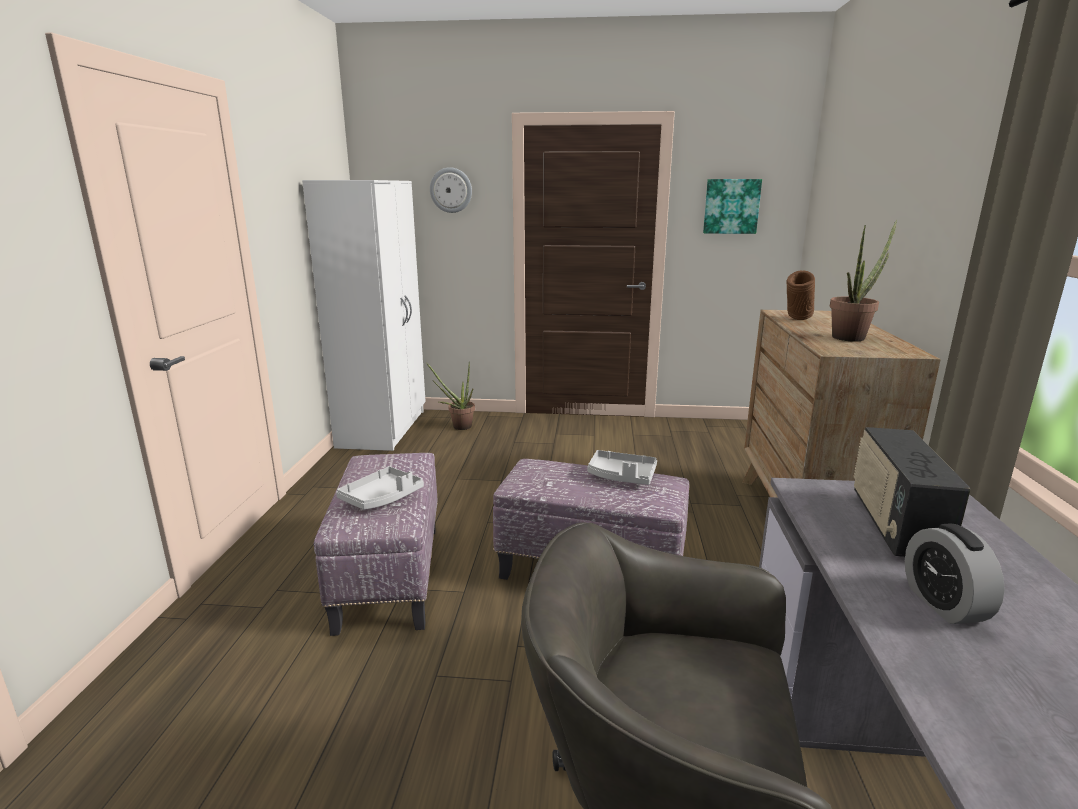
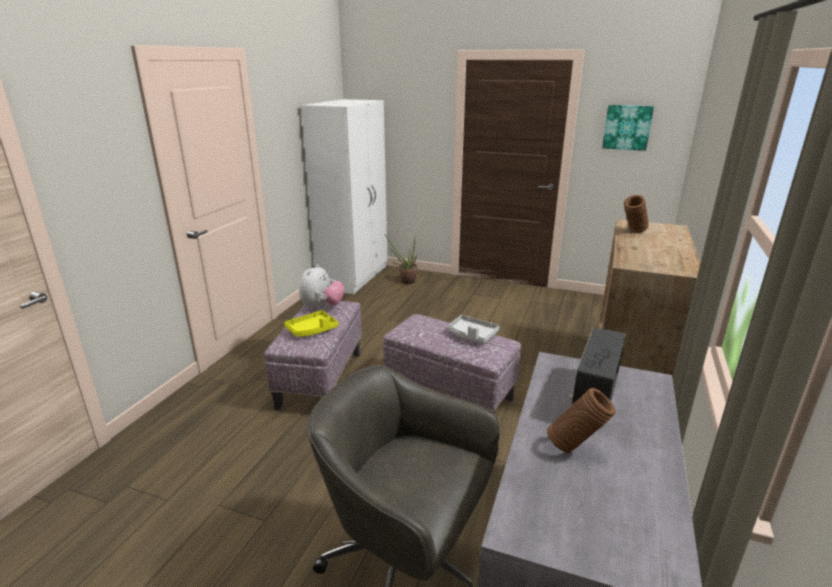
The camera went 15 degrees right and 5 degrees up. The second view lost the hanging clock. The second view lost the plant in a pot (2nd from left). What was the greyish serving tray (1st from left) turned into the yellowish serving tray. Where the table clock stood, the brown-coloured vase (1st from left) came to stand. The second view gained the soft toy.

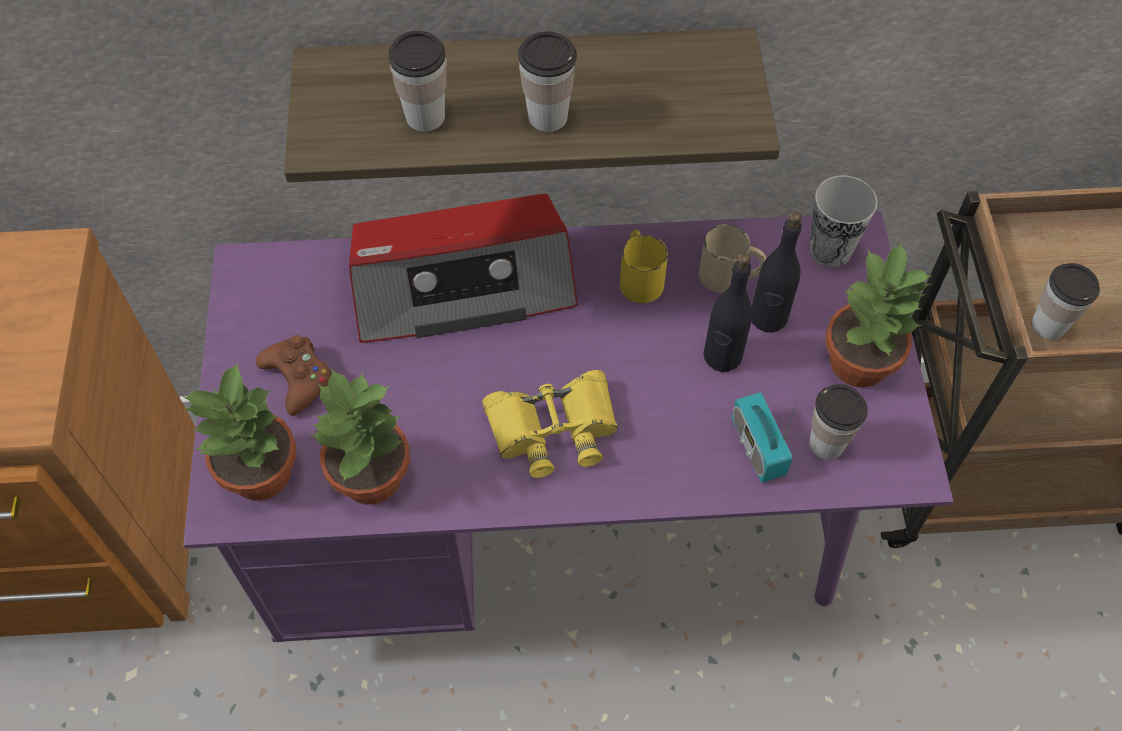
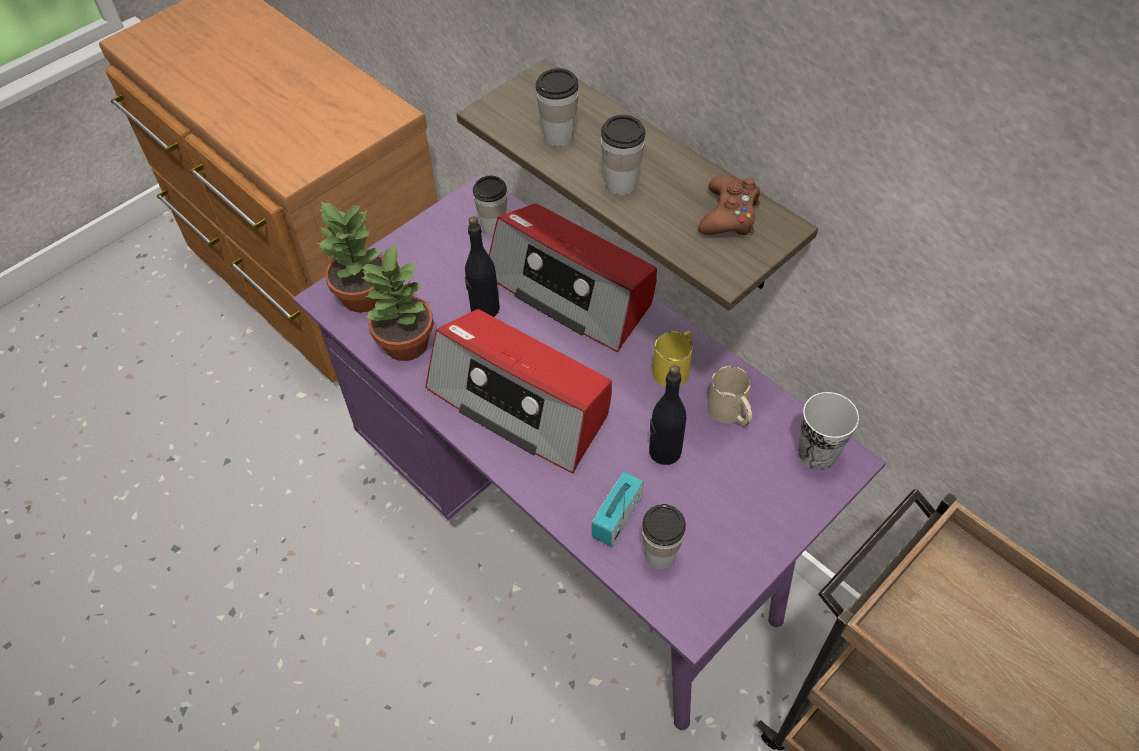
The camera went 50 degrees right and 5 degrees down. The blackish drink bottle (2nd from left in the first image) ended up elsewhere. The second view lost the plant in a pot (3rd from left). The cup (5th from left in the first image) ended up elsewhere. The brown-coloured game controller ended up elsewhere. Where the yellowish pair of binoculars stood, the radio set (1st from left) came to stand.

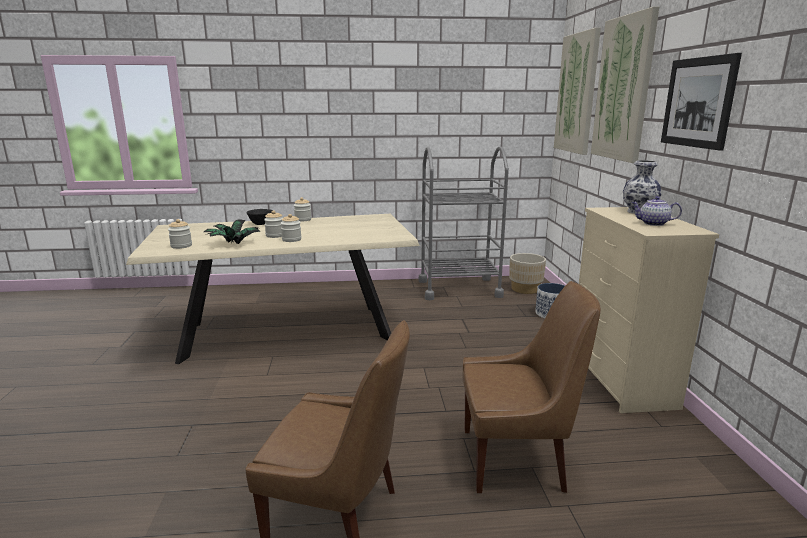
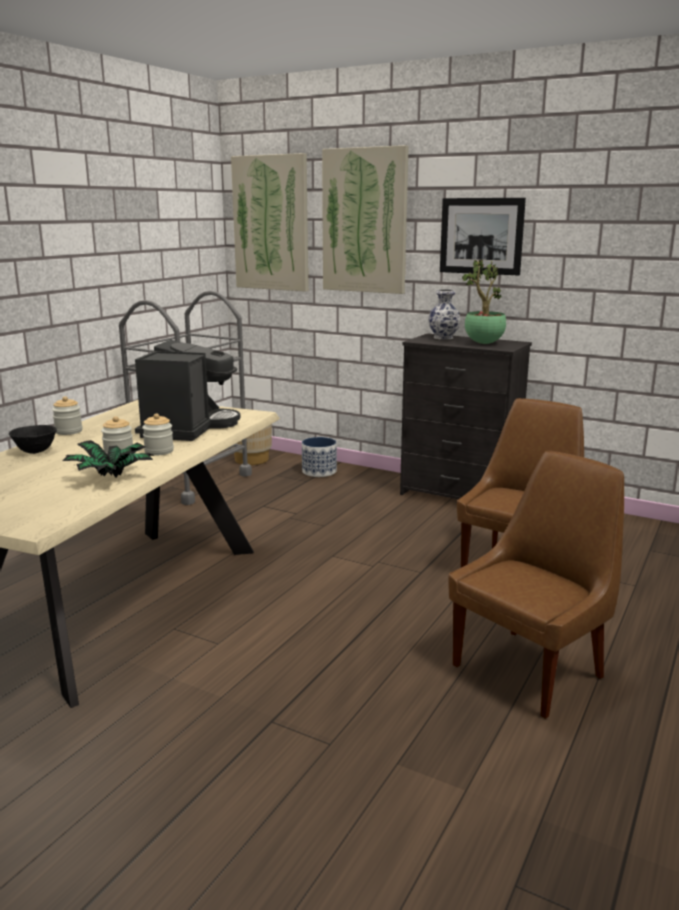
The camera went 55 degrees left and 0 degrees up. Where the teapot stood, the plant in a pot (2nd from left) came to stand. What was the sand-coloured dresser turned into the blackish dresser. The second view lost the storage jar (1st from left). The second view gained the coffee brewer.

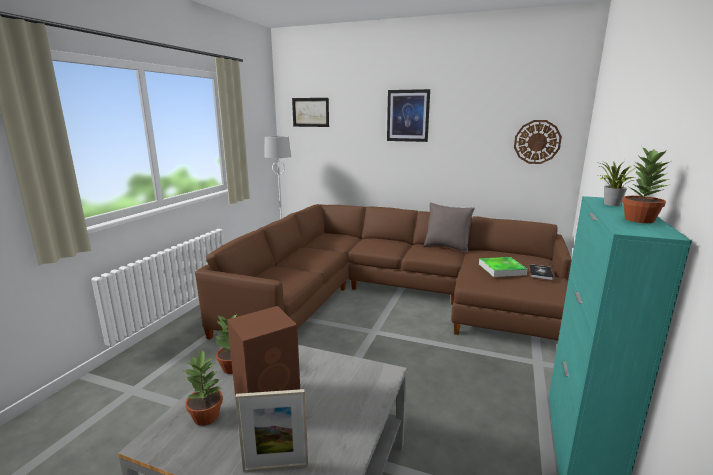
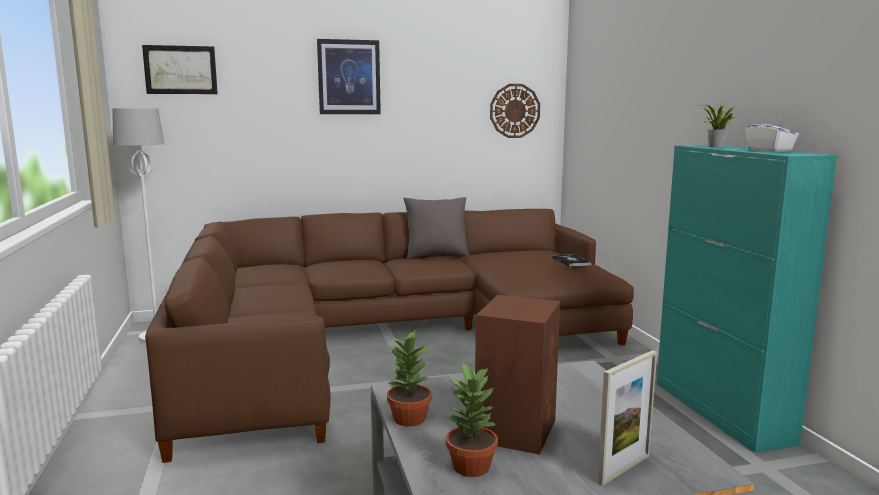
The camera went 35 degrees left and 5 degrees down. Where the plant in a pot (4th from left) stood, the white-coloured box of tissues came to stand. The second view lost the serving tray.

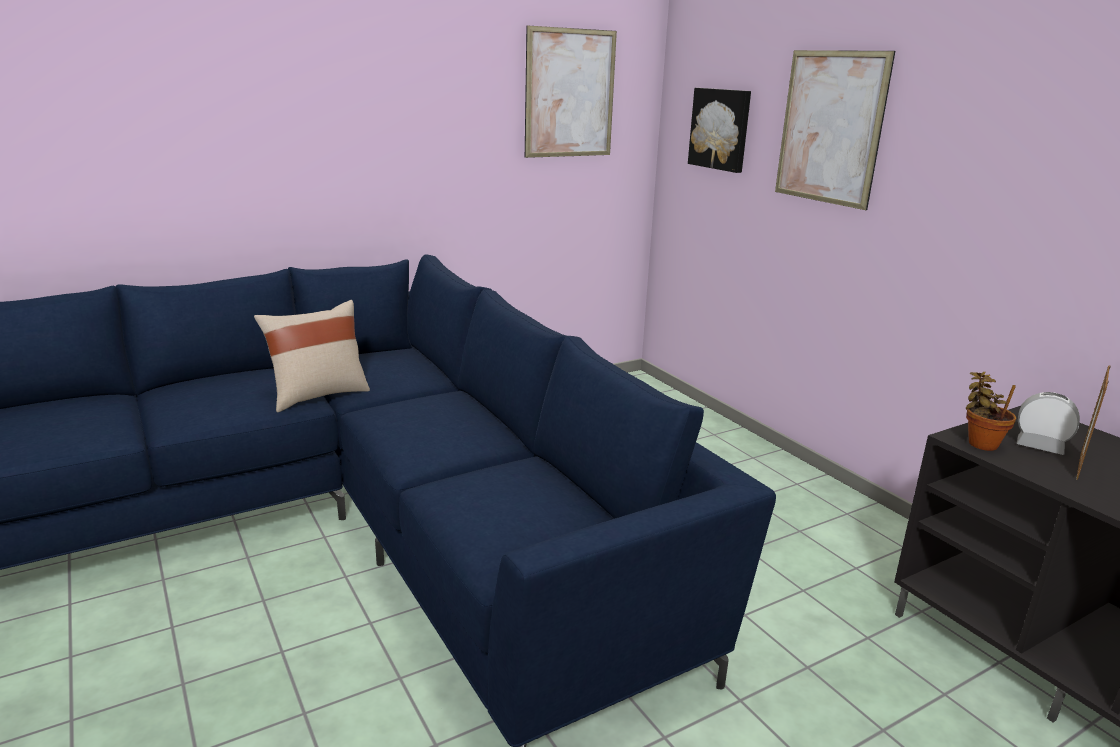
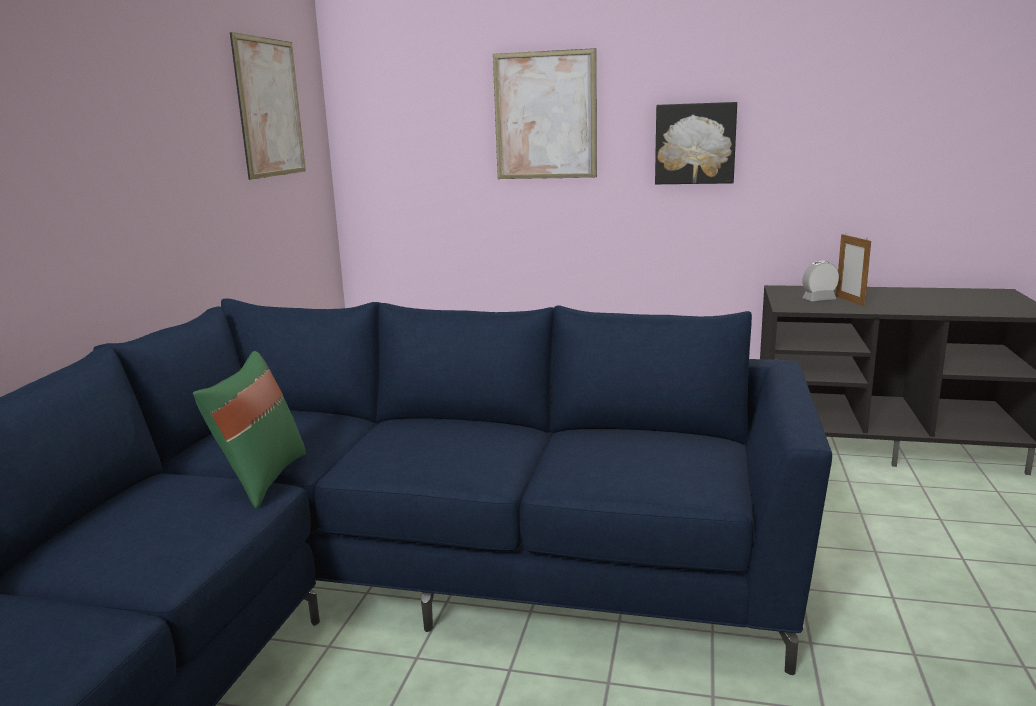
The camera went 45 degrees left and 5 degrees down. The picture (2nd from left in the first image) ended up elsewhere. What was the sand-coloured pillow turned into the greenish pillow. The second view lost the plant in a pot.

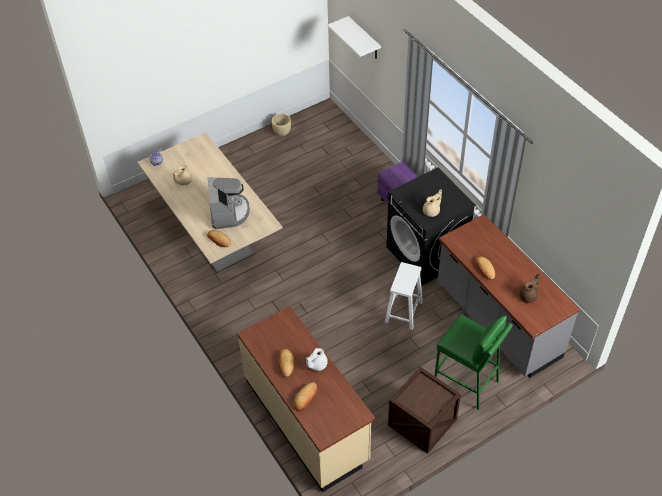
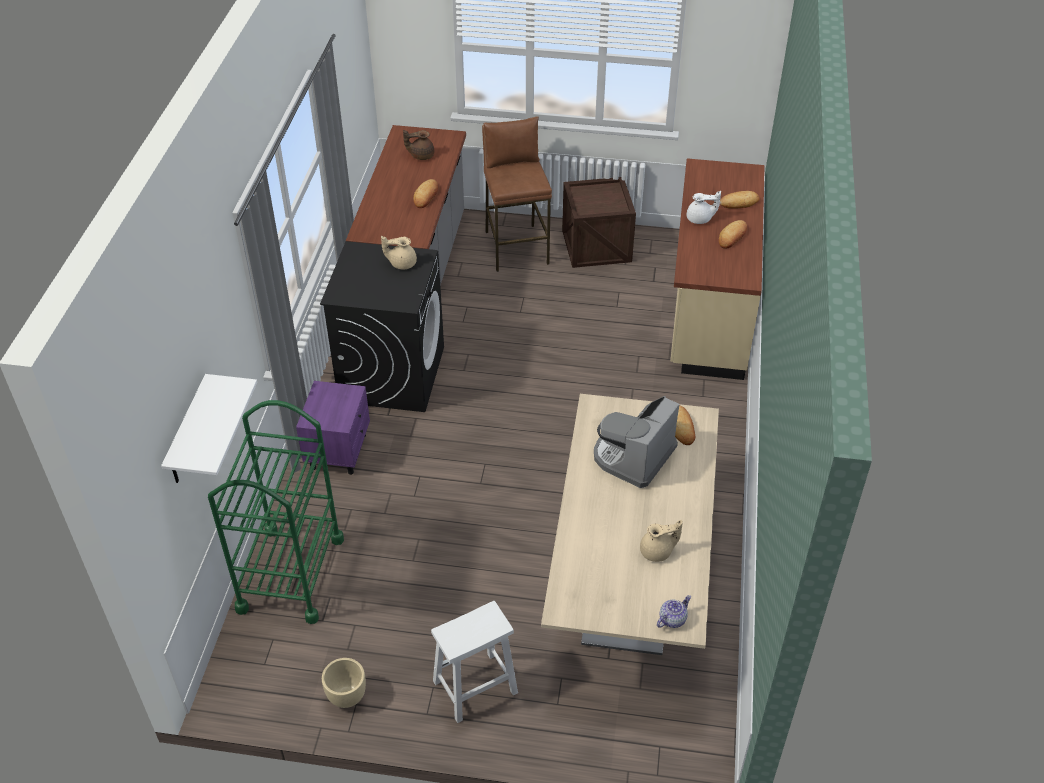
The camera went 140 degrees left and 5 degrees down. The white-coloured stool ended up elsewhere. What was the greenish stool turned into the brown-coloured stool. The second view gained the greenish cart.

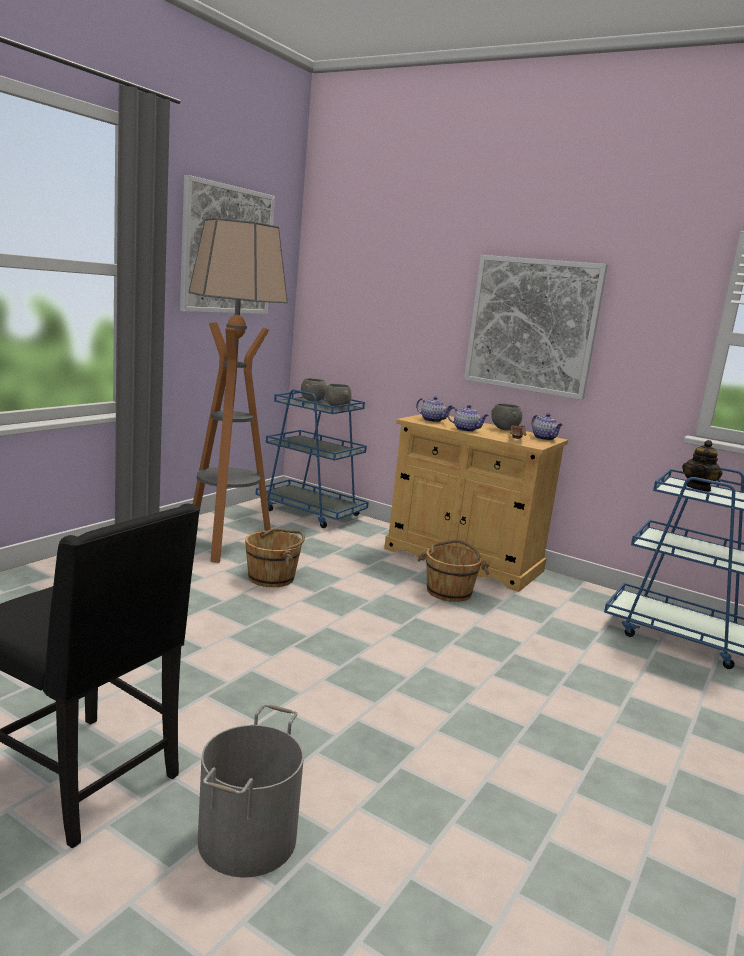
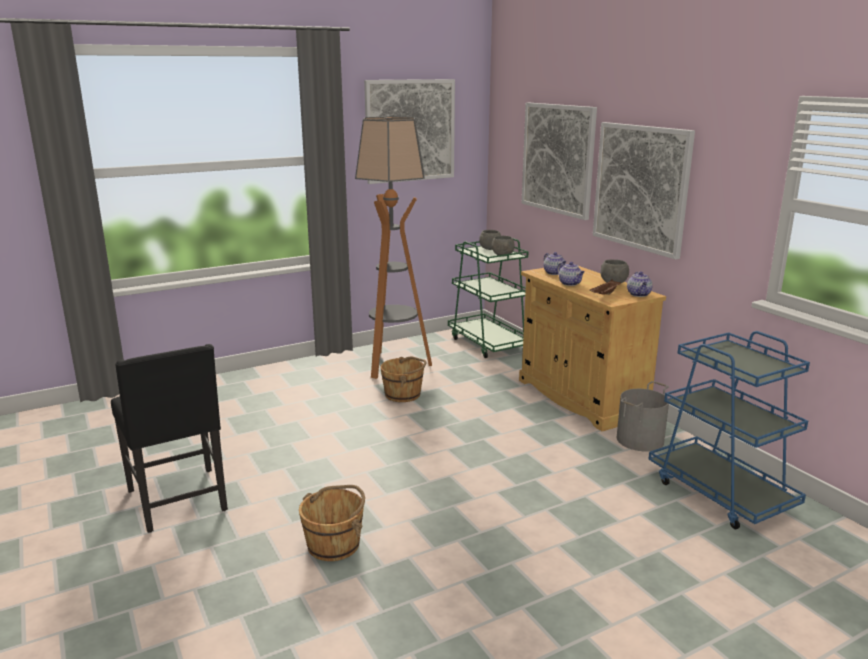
The camera went 30 degrees right and 5 degrees up. What was the blue-coloured cart (1st from left) turned into the greenish cart. The second view lost the teapot (4th from left). The brown-coloured bucket (2nd from left in the first image) ended up elsewhere. The greyish bucket ended up elsewhere. The second view gained the picture (2nd from left).

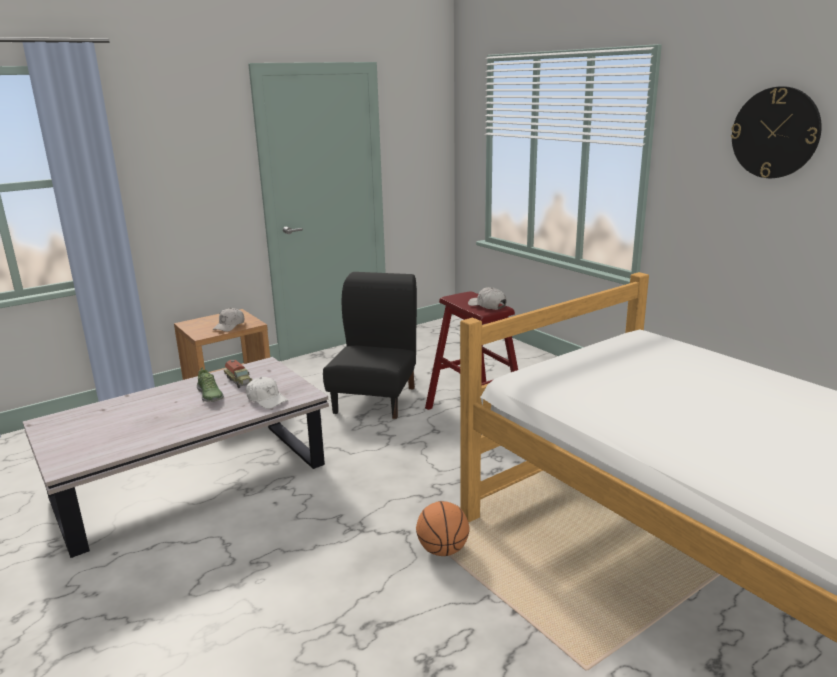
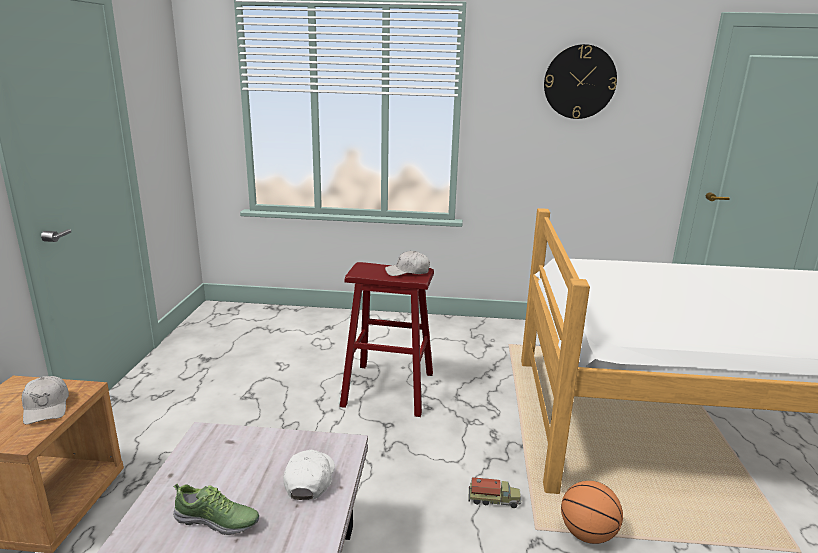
The camera went 50 degrees left and 0 degrees up. The second view lost the blackish plain chair. The toy lorry ended up elsewhere. The white-coloured peaked cap (2nd from left) ended up facing another way, 75 degrees counterclockwise from before.

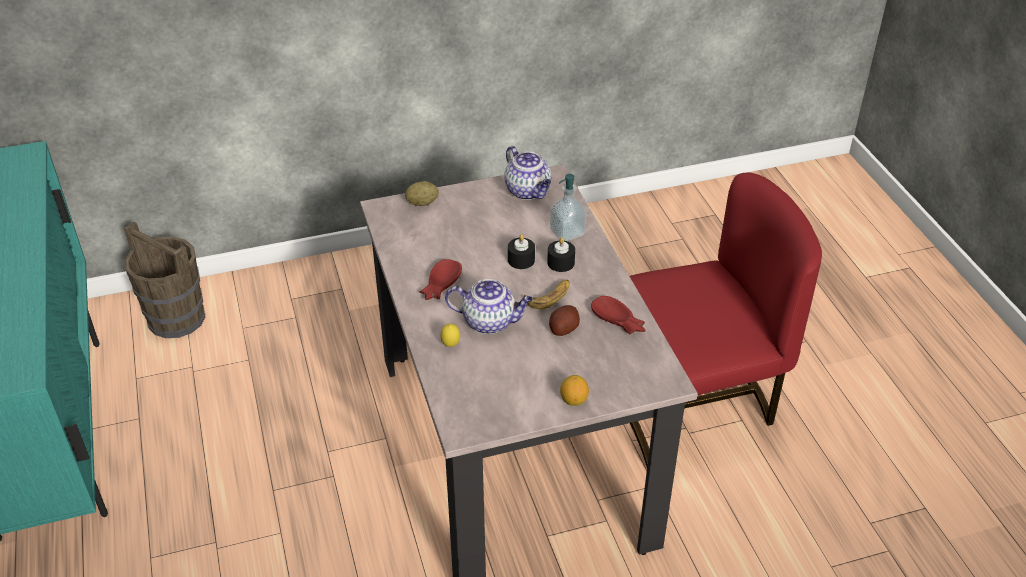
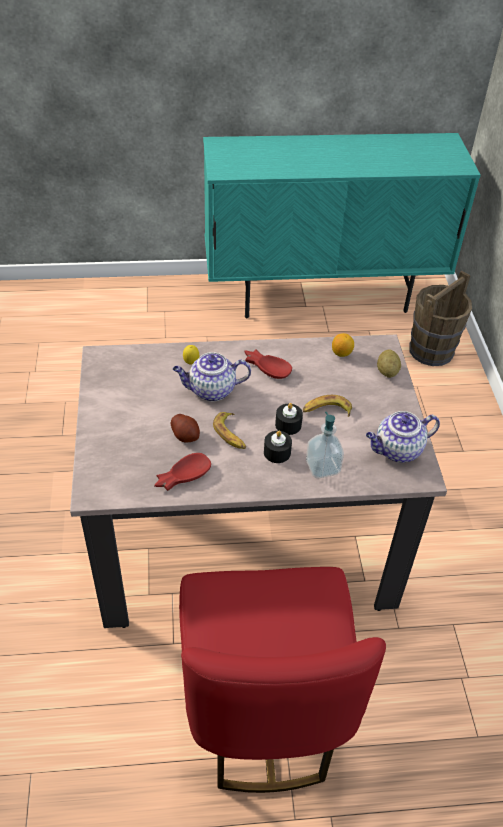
The camera went 100 degrees right and 5 degrees up. The teapot (1st from left) ended up facing another way, 60 degrees clockwise from before. The citrus fruit (2nd from left) ended up elsewhere. The second view gained the whole banana (2nd from left).

